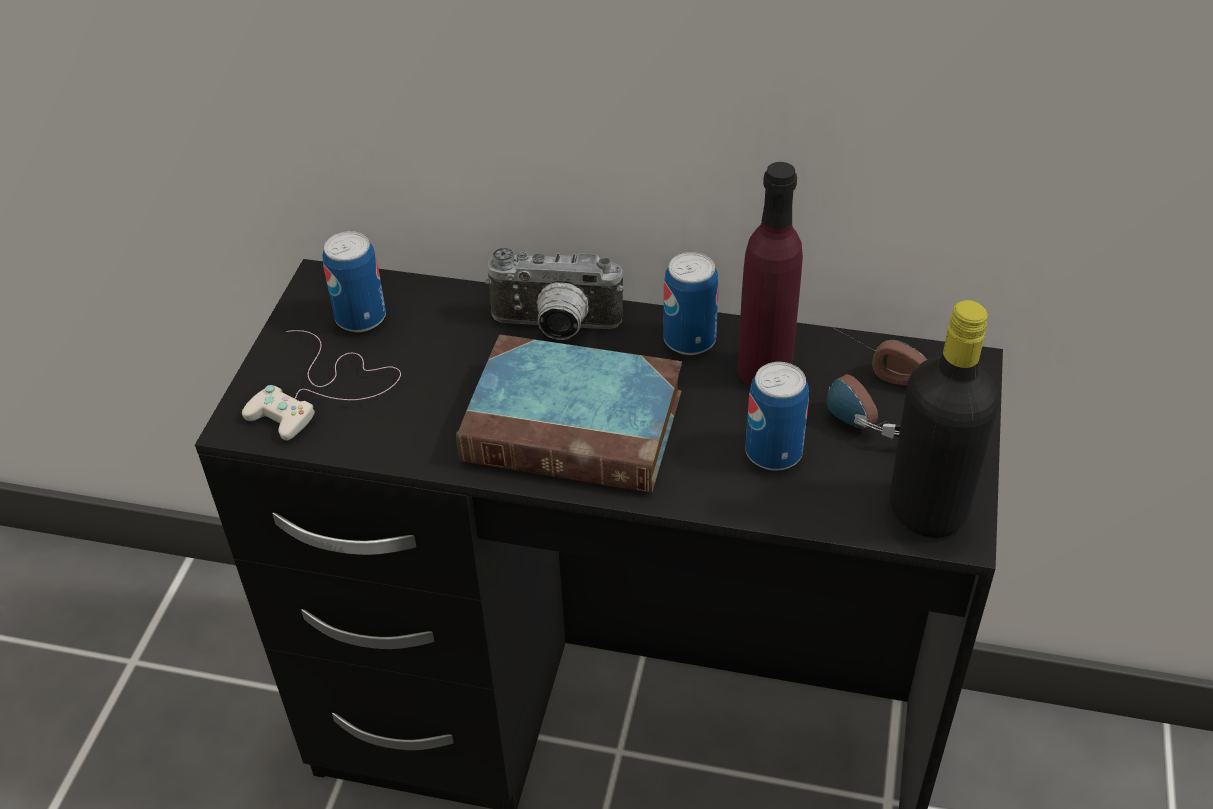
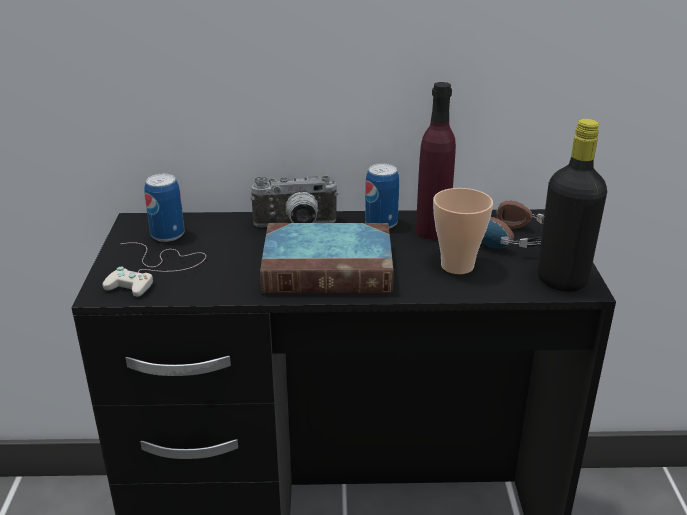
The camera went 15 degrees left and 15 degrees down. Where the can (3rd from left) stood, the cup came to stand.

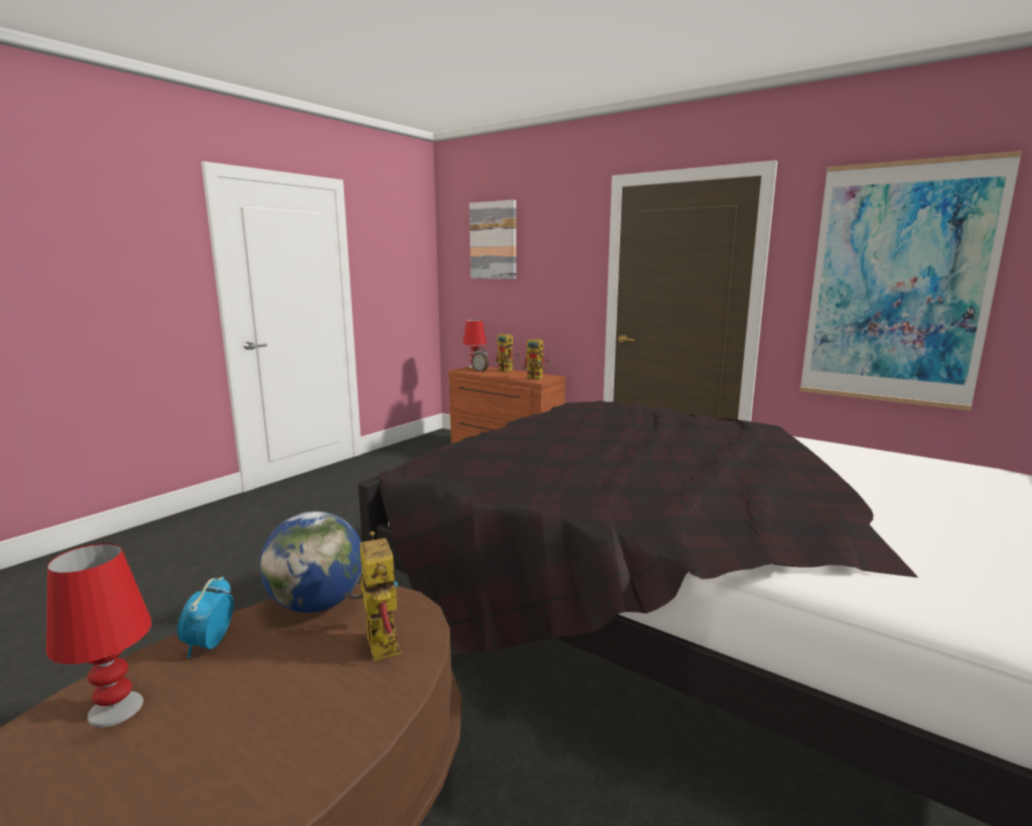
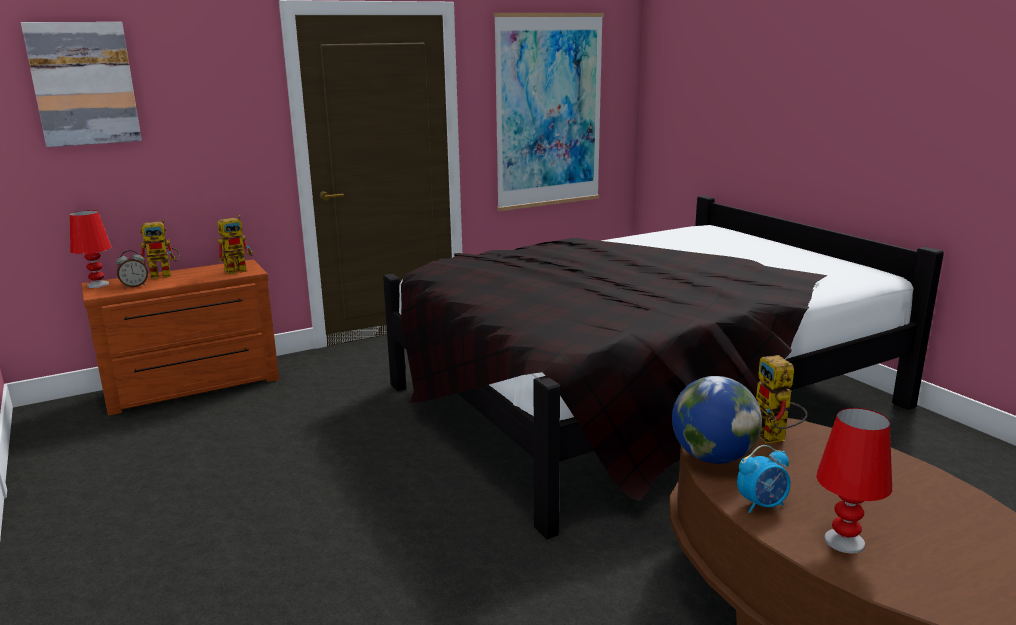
The camera went 65 degrees left and 5 degrees up. The model robot (1st from left in the first image) ended up facing another way, 105 degrees counterclockwise from before. The table clock (1st from left in the first image) ended up facing another way, 45 degrees counterclockwise from before.

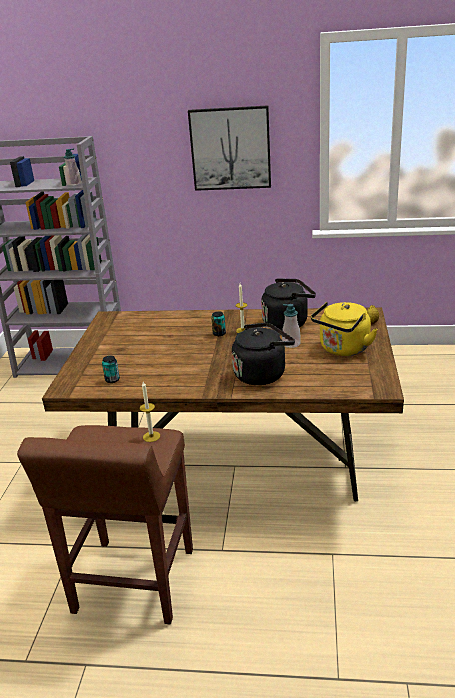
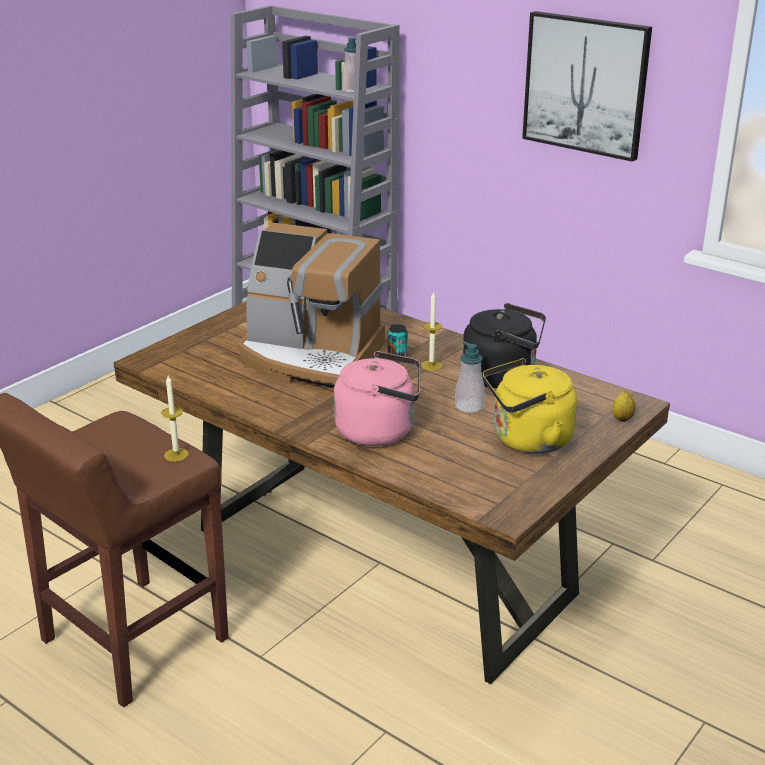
The camera went 30 degrees right and 0 degrees up. What was the blackish water kettle (1st from left) turned into the pinkish water kettle. The second view lost the can (1st from left). The second view gained the coffee brewer.

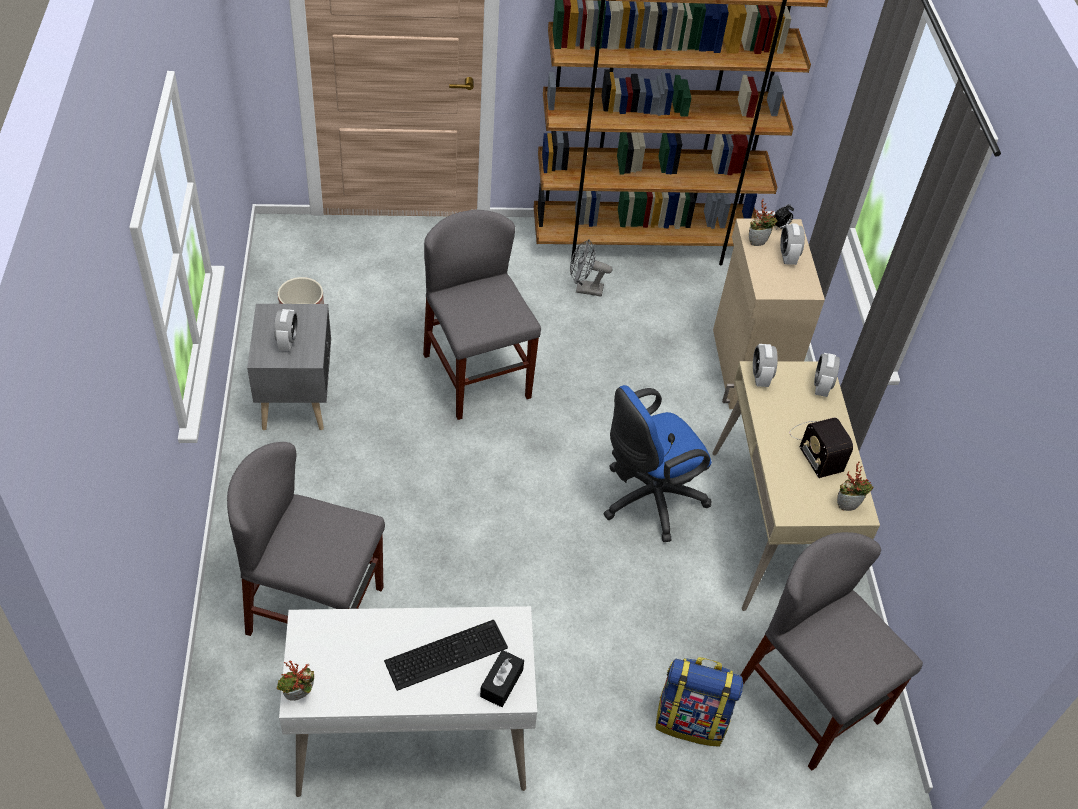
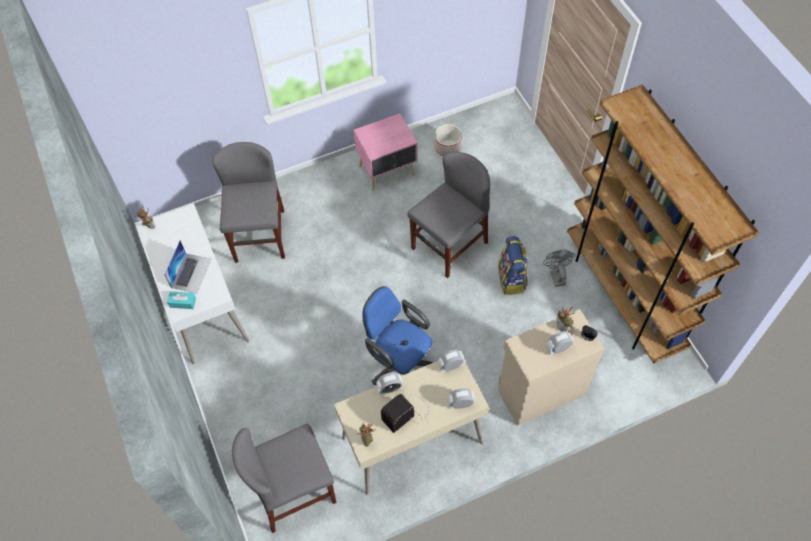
The camera went 75 degrees right and 10 degrees up. What was the greyish night table turned into the pinkish night table. The table clock (1st from left) ended up elsewhere. The greyish plain chair (3rd from left in the first image) ended up facing another way, 150 degrees counterclockwise from before. Where the computer keyboard stood, the laptop came to stand. What was the blackish box of tissues turned into the turquoise-coloured box of tissues. The backpack ended up elsewhere.

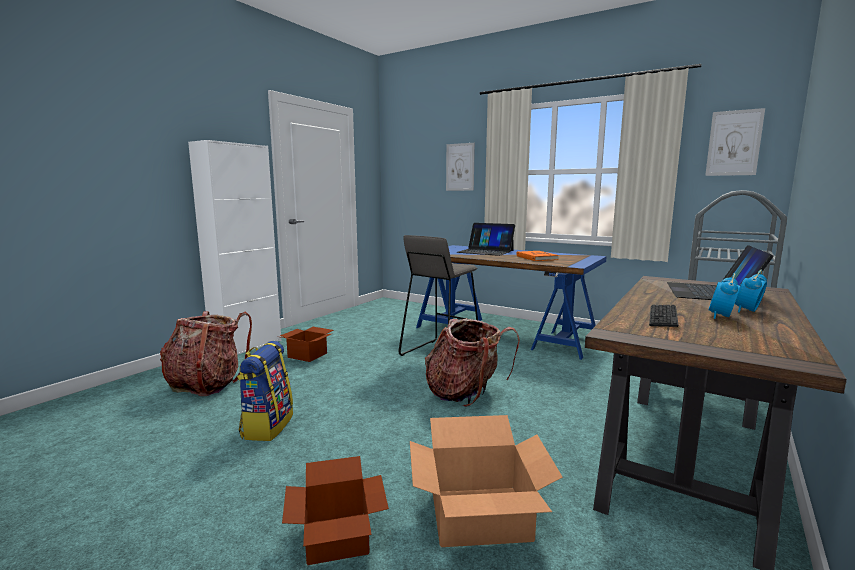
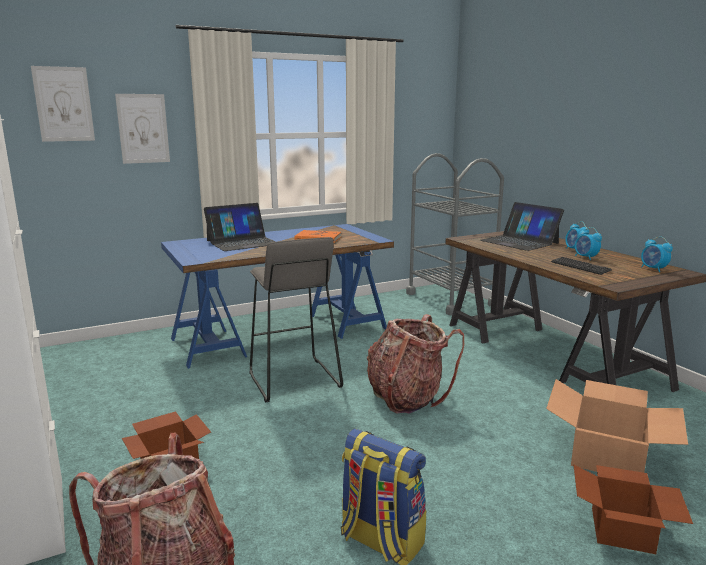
The camera went 60 degrees left and 5 degrees up. The picture (2nd from left in the first image) ended up elsewhere. The second view gained the table clock (3rd from left).

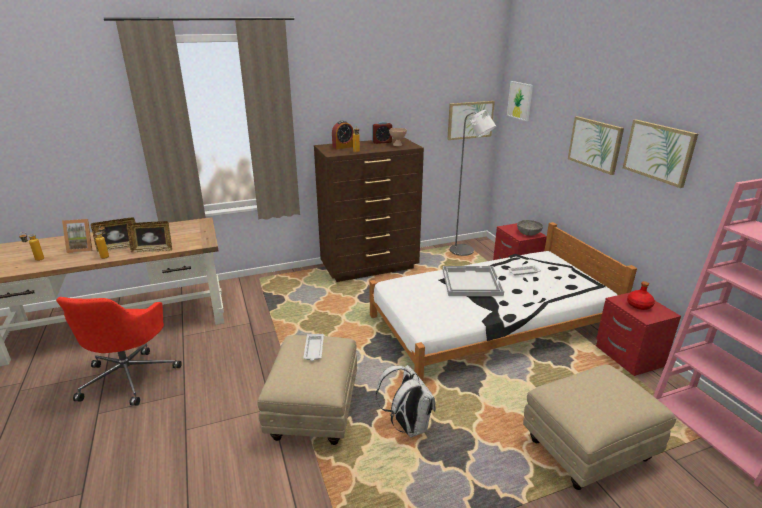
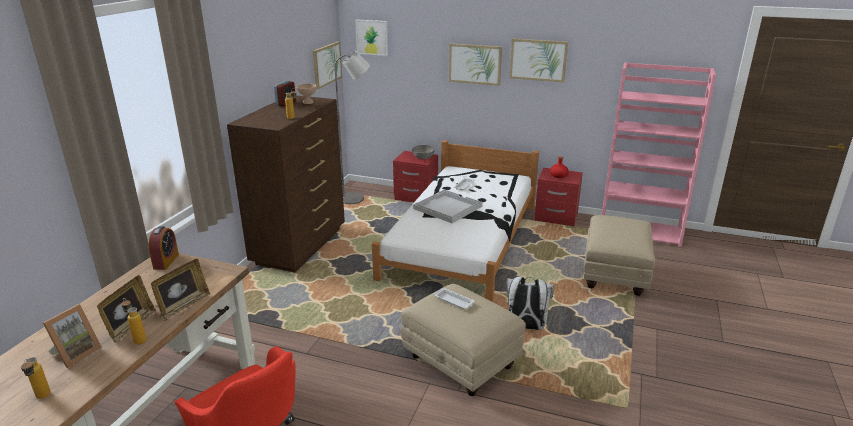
The camera went 50 degrees left and 0 degrees up. The table clock (1st from left) ended up elsewhere.

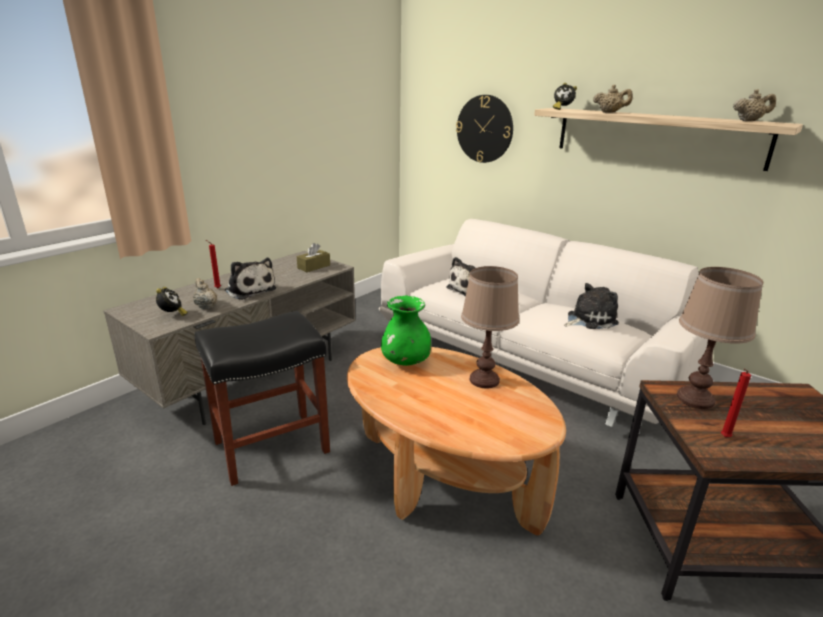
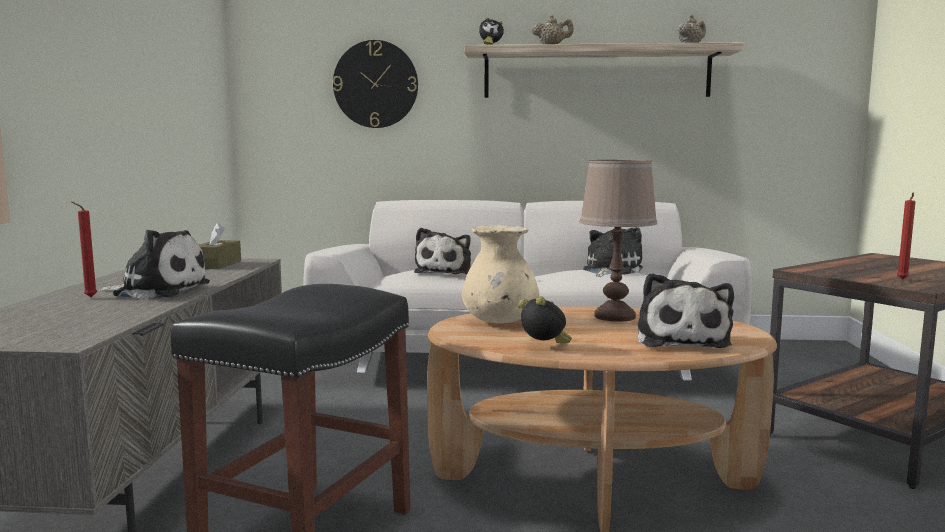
The camera went 35 degrees left and 15 degrees down. The second view lost the brown-coloured tabletop lamp (2nd from left). The second view lost the sand-coloured teapot (1st from left). The table clock (1st from left in the first image) ended up elsewhere. What was the greenish vase turned into the sand-coloured vase. The second view gained the soft toy (4th from left).

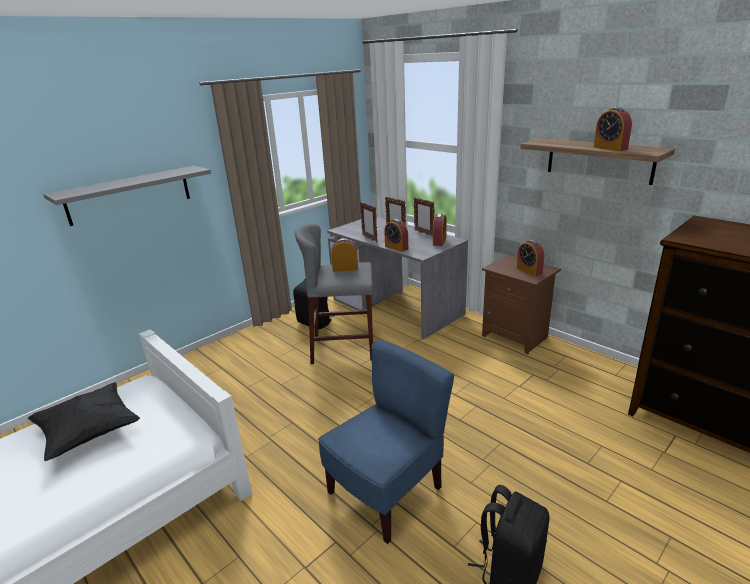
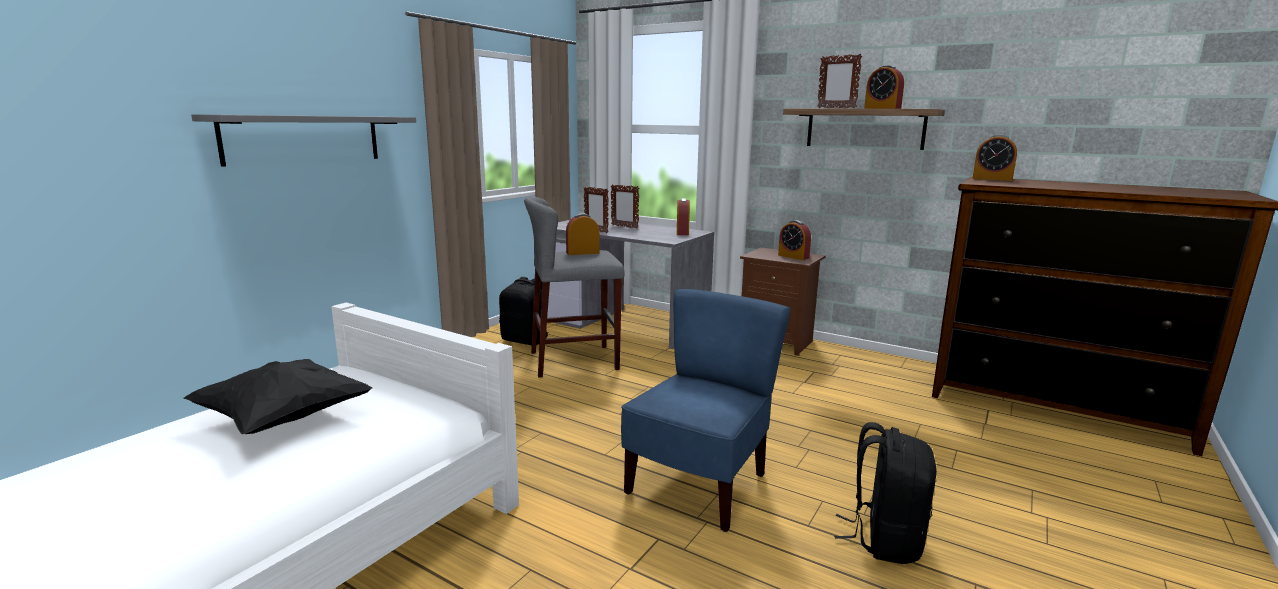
The camera went 15 degrees left and 10 degrees down. The photo frame (3rd from left) ended up elsewhere. The table clock (2nd from left in the first image) ended up elsewhere.

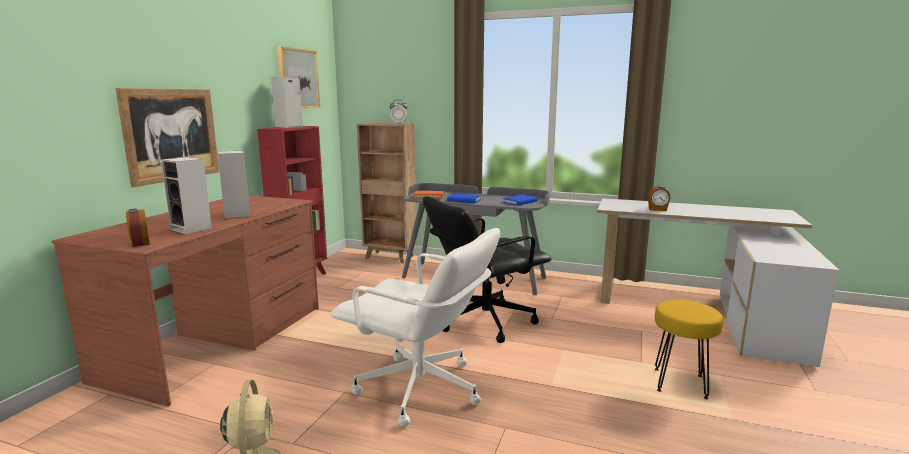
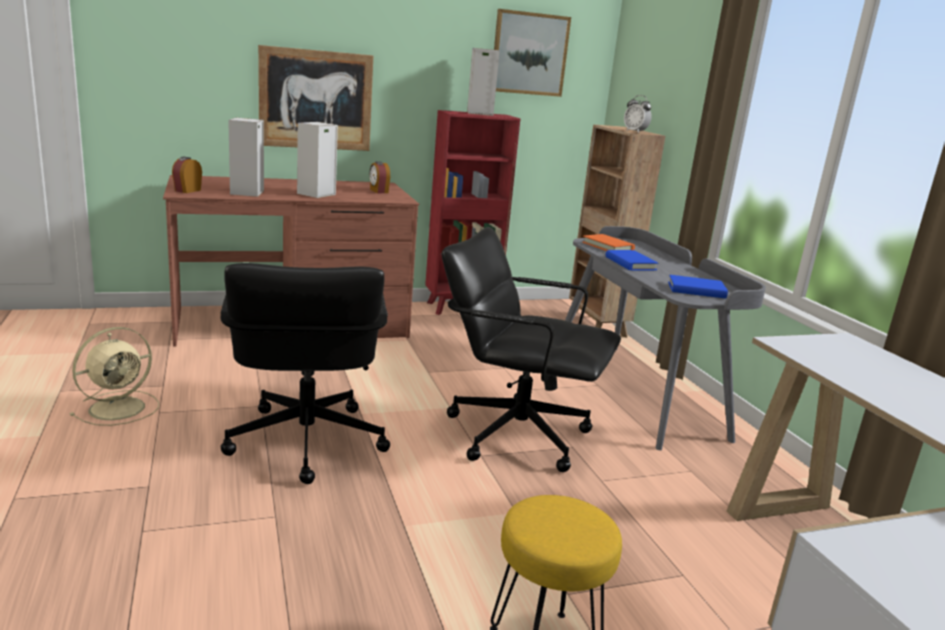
The camera went 50 degrees right and 5 degrees up. The table clock (3rd from left in the first image) ended up elsewhere. What was the white-coloured computer chair turned into the blackish computer chair (1st from left).

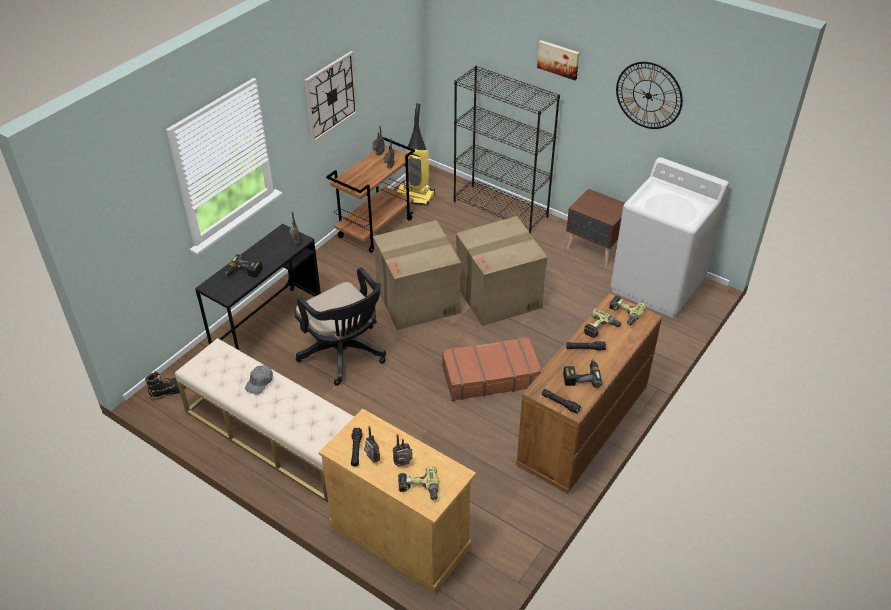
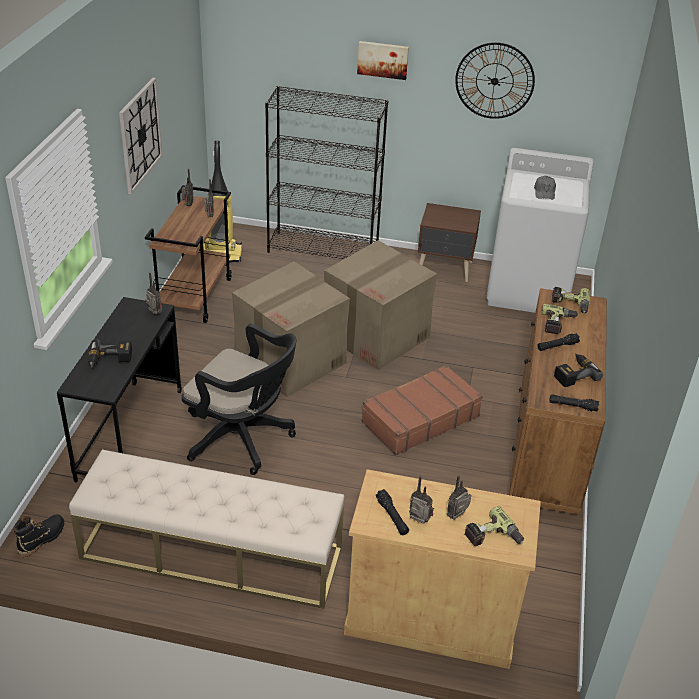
The camera went 25 degrees left and 5 degrees down. The greyish peaked cap ended up elsewhere.

